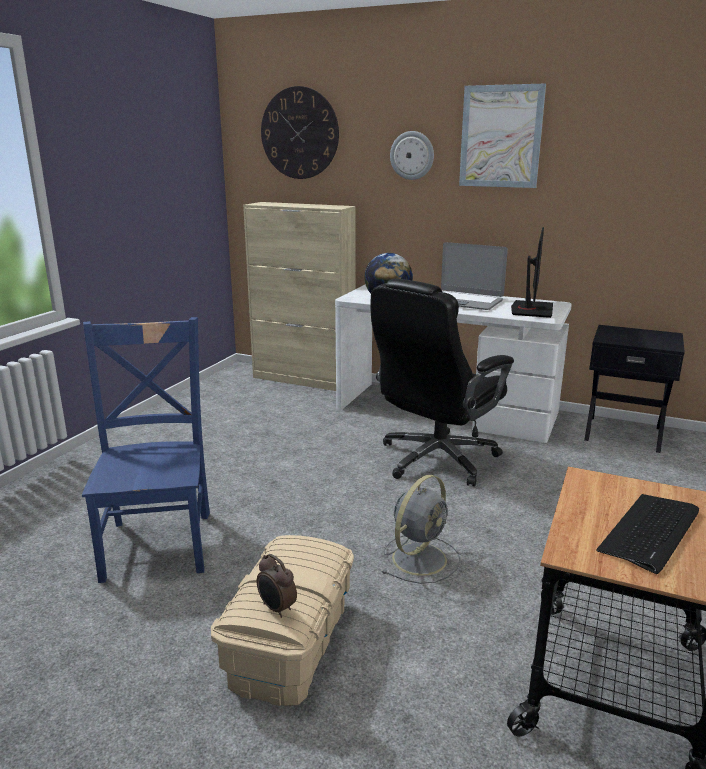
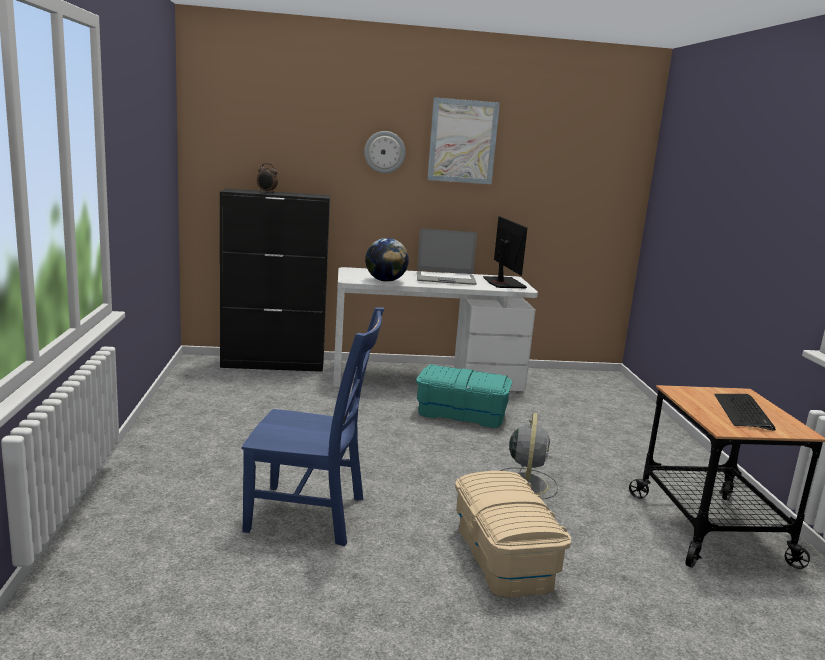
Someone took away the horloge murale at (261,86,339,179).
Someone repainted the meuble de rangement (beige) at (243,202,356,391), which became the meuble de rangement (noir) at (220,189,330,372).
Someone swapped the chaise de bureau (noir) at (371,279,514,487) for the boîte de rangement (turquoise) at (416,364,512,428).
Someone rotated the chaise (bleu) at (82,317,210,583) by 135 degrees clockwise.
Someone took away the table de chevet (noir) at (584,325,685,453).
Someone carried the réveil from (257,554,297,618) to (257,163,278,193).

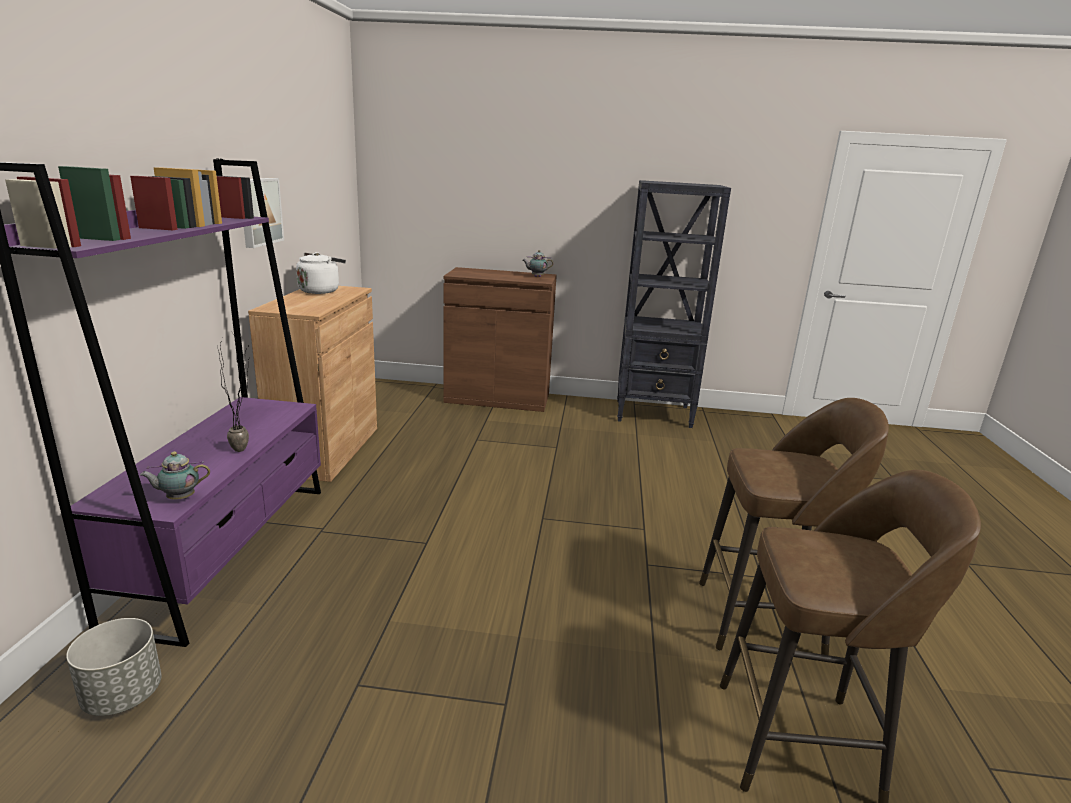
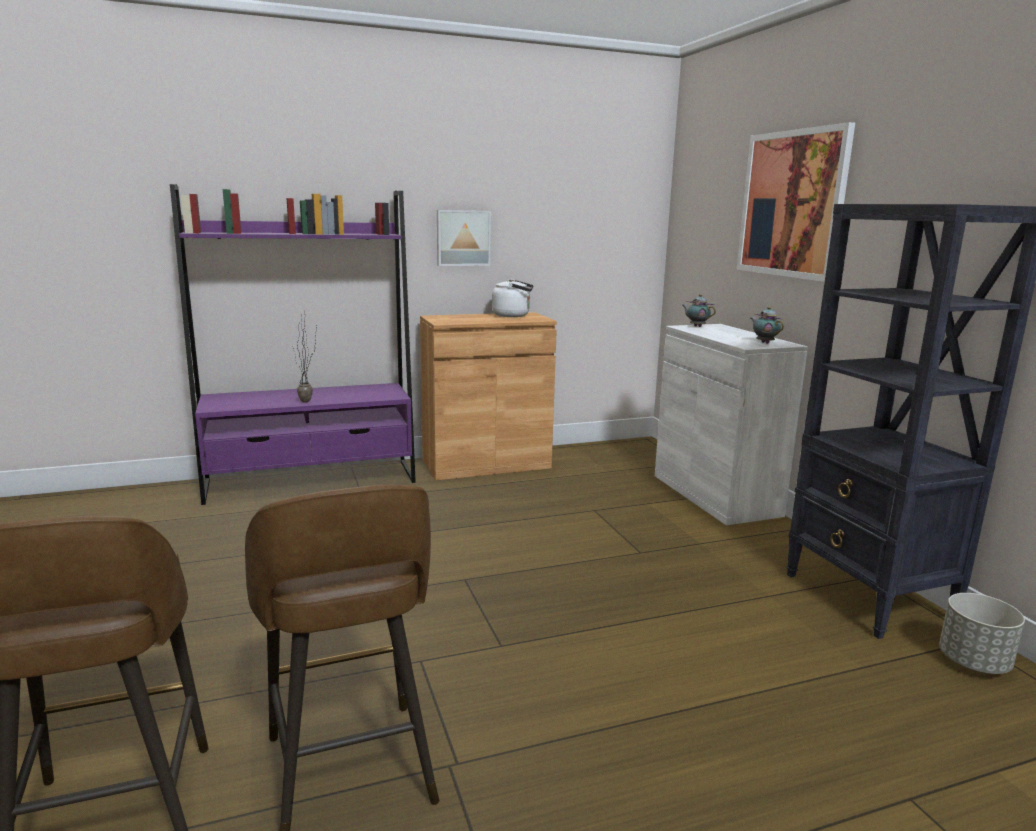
Someone repainted the meuble de rangement (marron) at (443,267,557,412), which became the meuble de rangement (blanc) at (655,324,808,526).
Someone carried the théière from (140,452,210,500) to (682,294,716,327).
Someone carried the cache-pot (gris) from (66,618,162,716) to (939,593,1025,674).
Someone put up the tableau at (737,122,855,282).

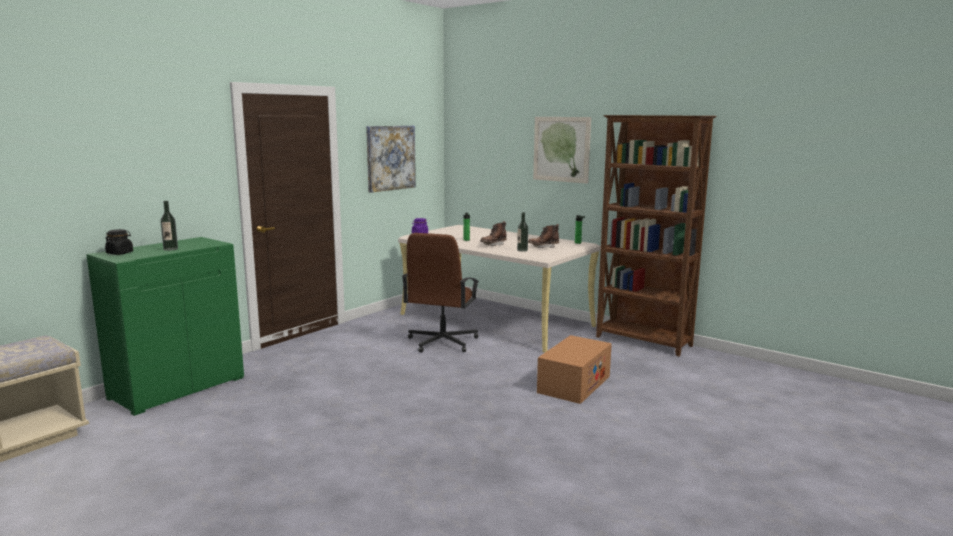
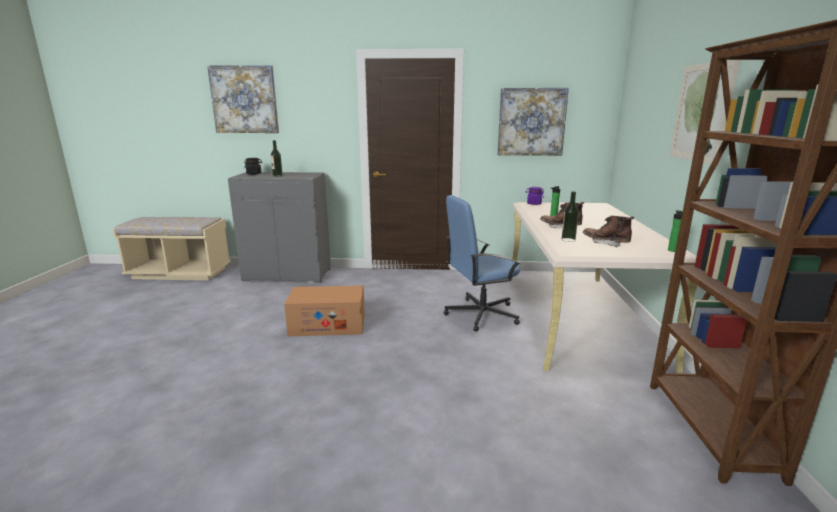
Someone repainted the chaise de bureau (marron) at (402,233,479,353), which became the chaise de bureau (bleu) at (444,195,520,332).
Someone repainted the meuble de rangement (vert) at (86,237,244,416), which became the meuble de rangement (gris) at (228,172,331,283).
Someone carried the carton from (537,335,612,404) to (284,285,365,336).
Someone put up the tableau at (207,65,279,133).

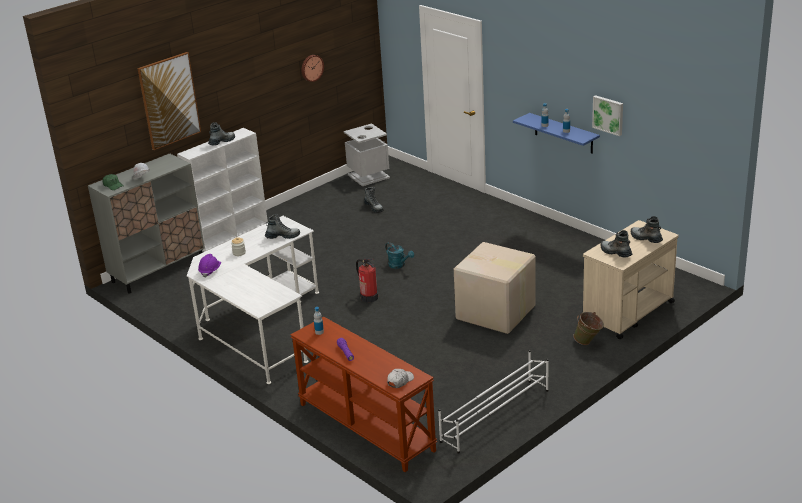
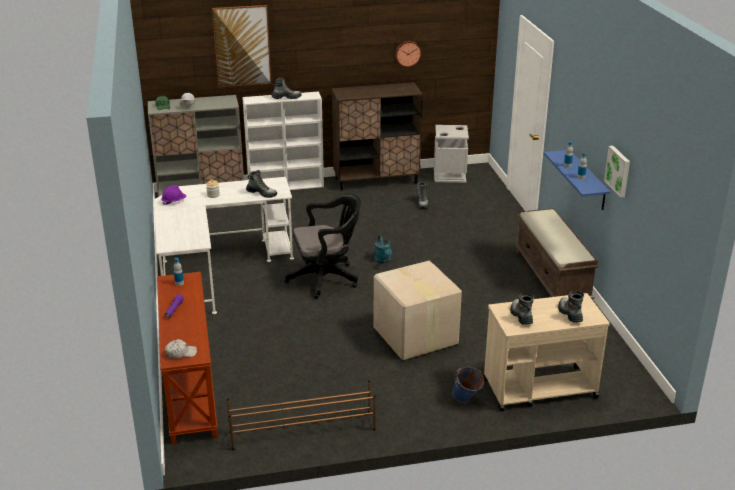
Someone swapped the extincteur at (356,258,378,303) for the chaise de bureau (noir) at (285,193,361,299).
Someone repainted the seau (vert) at (573,312,604,345), which became the seau (bleu) at (452,367,484,403).
Someone repainted the étagère à chaussures (blanc) at (438,350,549,454), which became the étagère à chaussures (marron) at (227,380,376,450).
Someone put down the meuble de rangement (marron) at (332,82,423,191).
Someone put down the banc (marron) at (515,208,599,299).

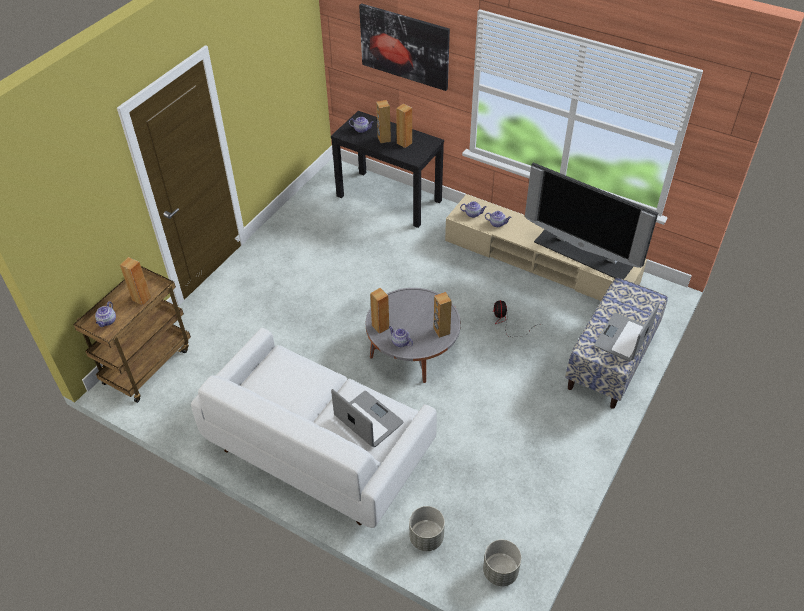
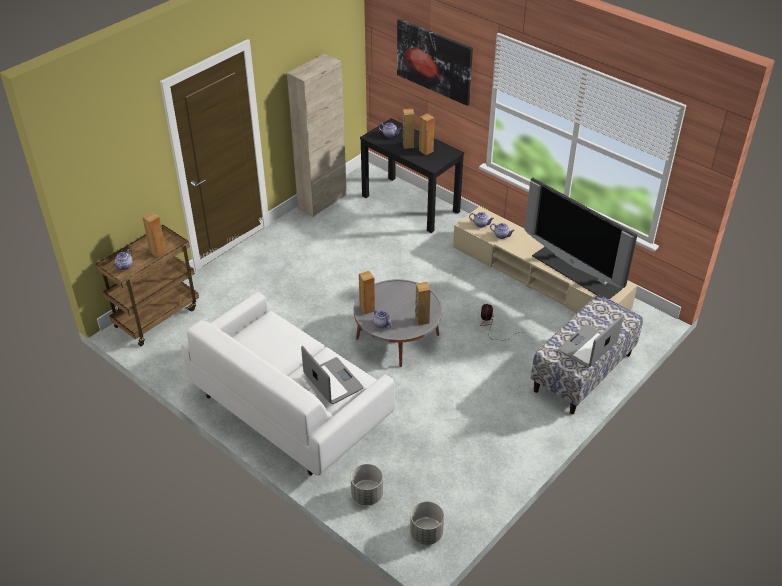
Someone put down the meuble de rangement (beige) at (287,53,347,217).

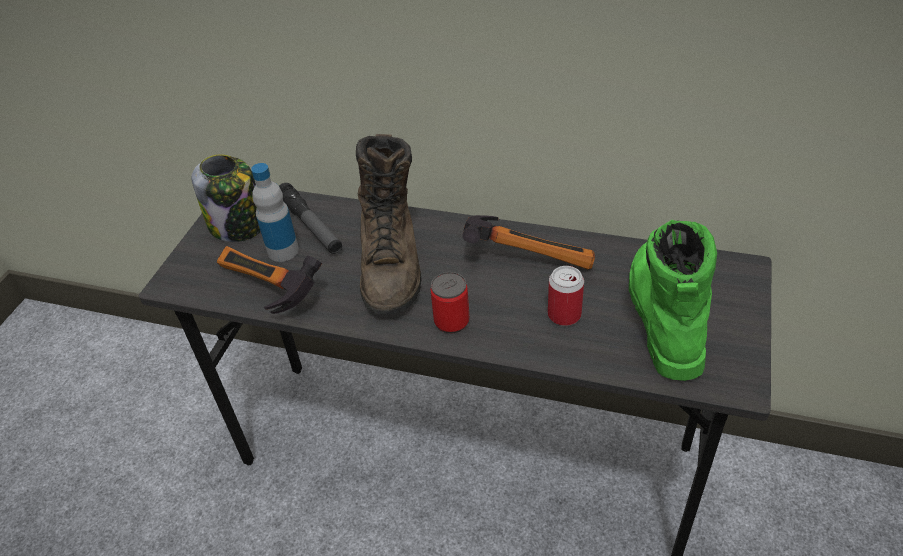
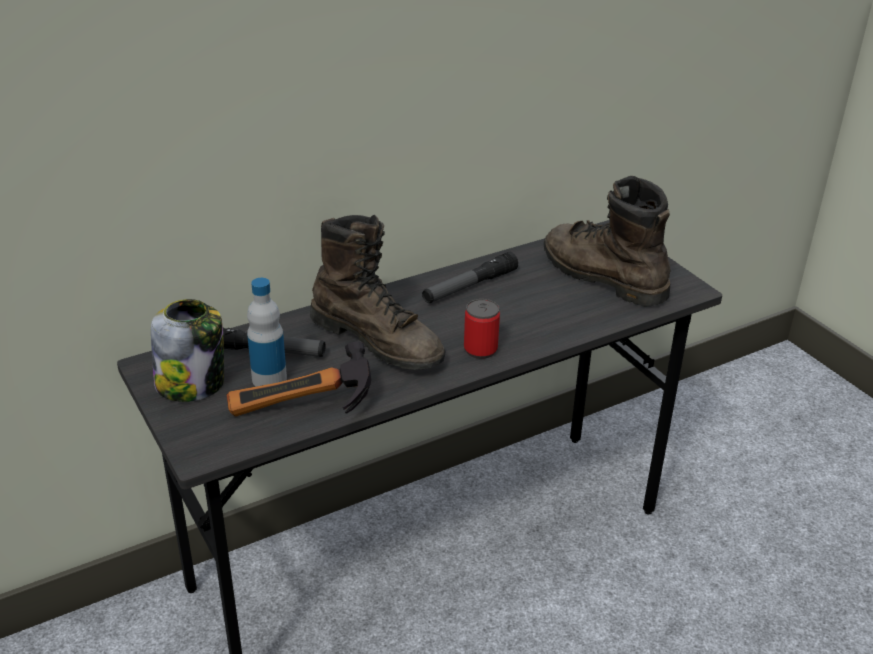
Someone swapped the marteau at (463,215,595,270) for the lampe de poche at (422,252,518,303).
Someone repainted the botte (vert) at (629,220,717,381), which became the botte (marron) at (544,176,671,307).
Someone took away the boîte métallique at (548,266,584,326).

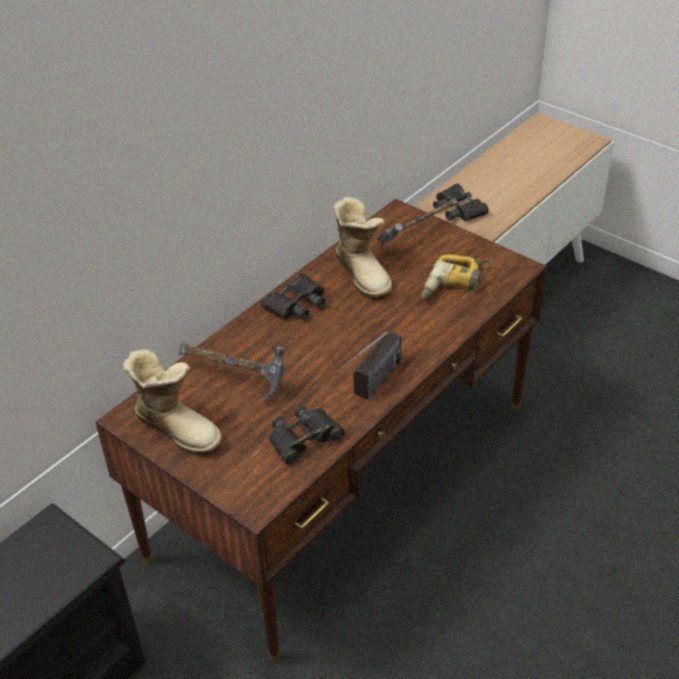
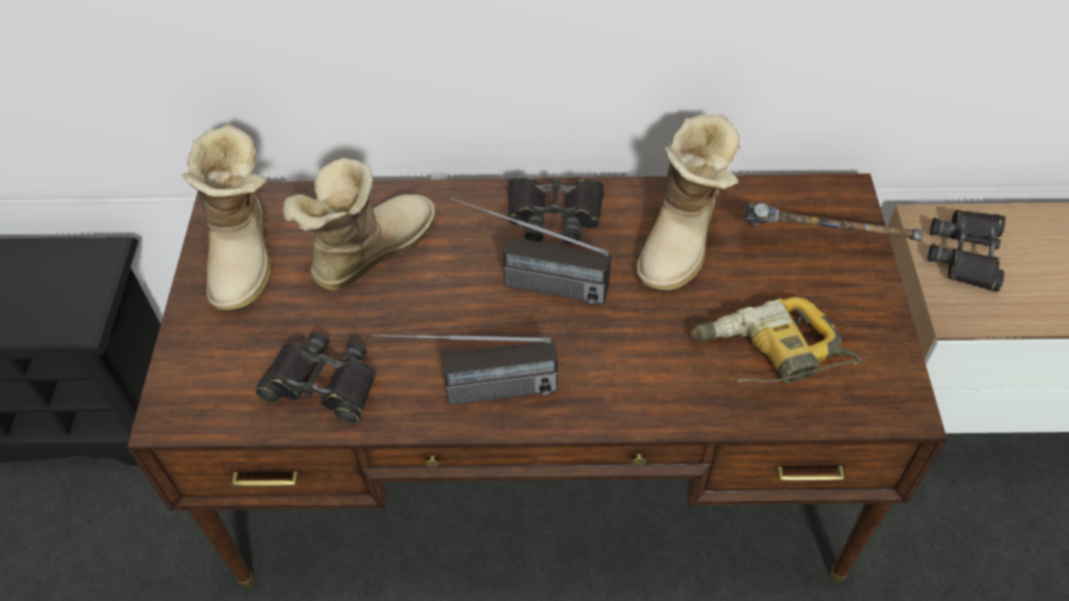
Someone swapped the marteau at (179,342,285,401) for the botte at (283,158,436,290).
Someone put down the radio at (451,197,611,305).

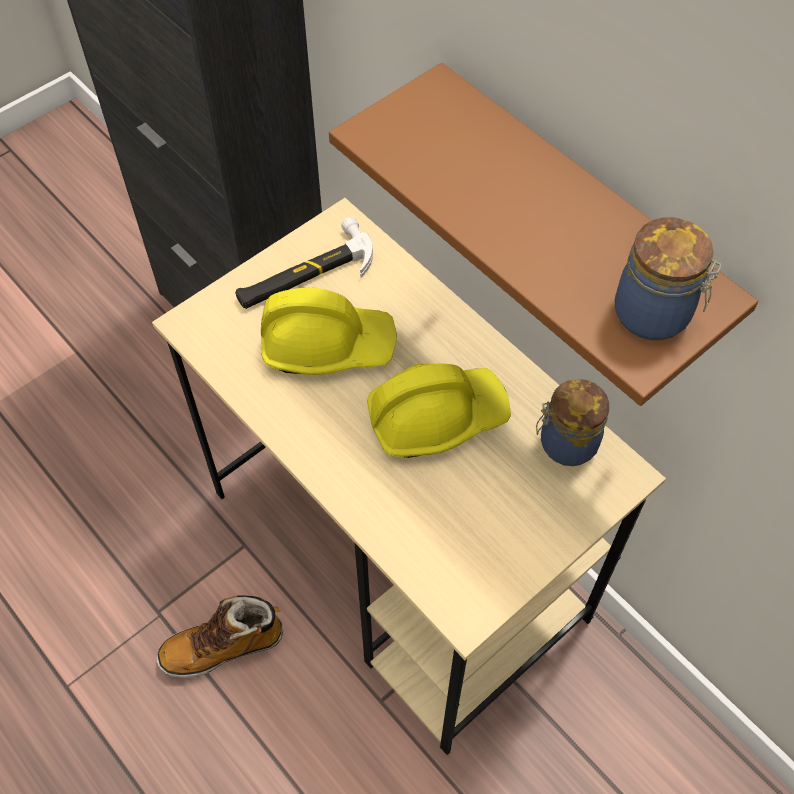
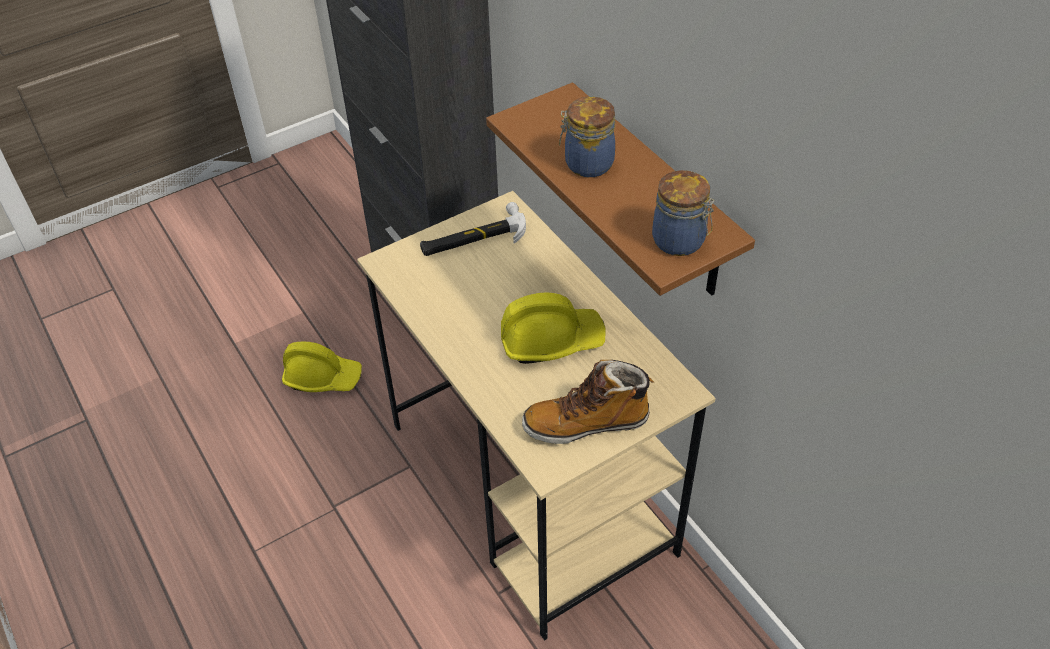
Someone carried the casque de chantier (jaune) from (261,287,397,375) to (282,342,362,392).
Someone carried the bocal from (536,379,609,466) to (559,97,615,177).
Someone carried the botte from (157,595,283,678) to (522,360,655,444).

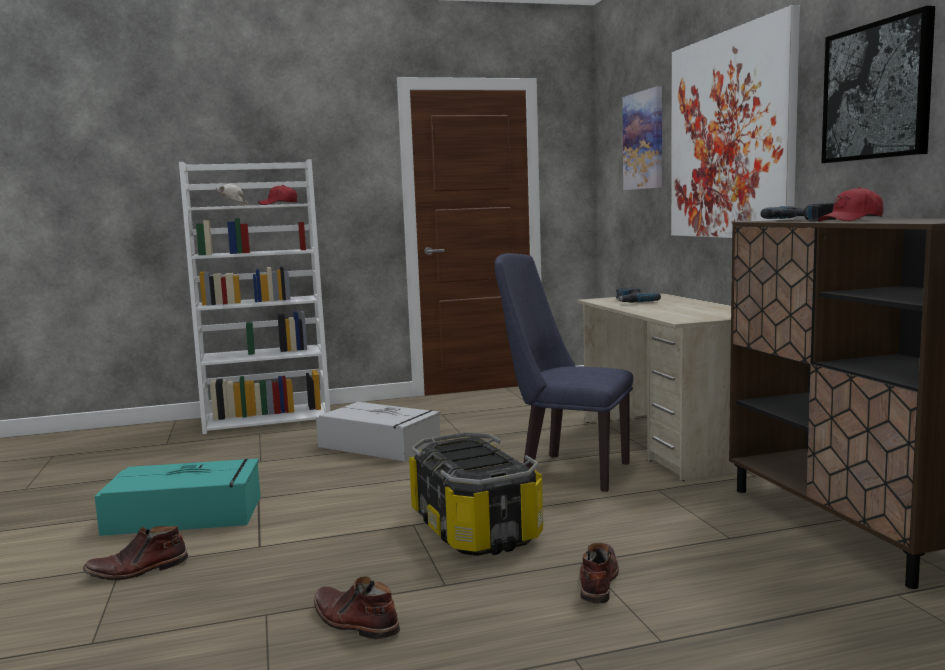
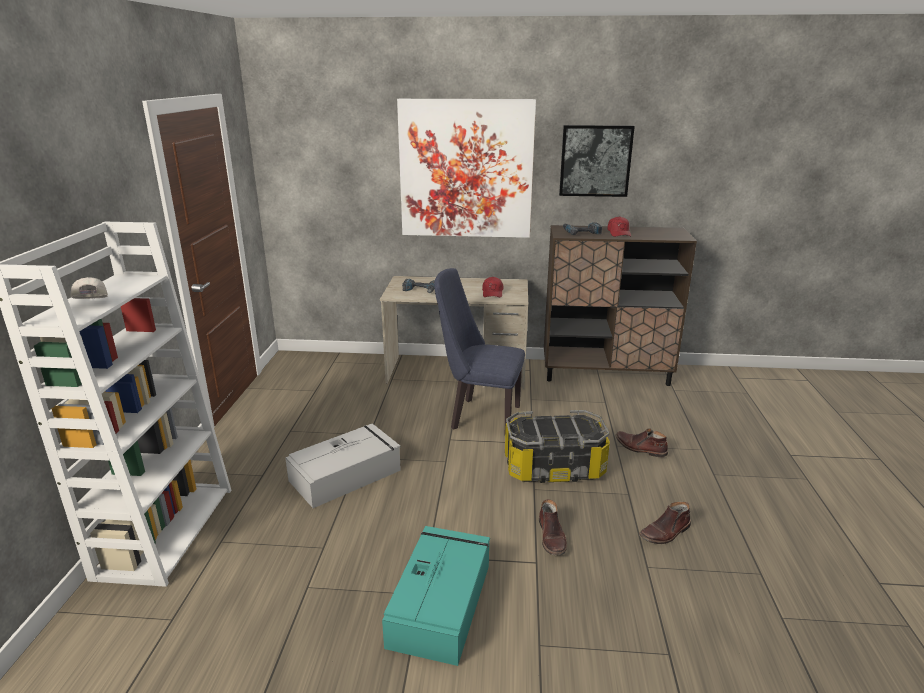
Someone took away the tableau at (623,86,662,190).
Someone carried the casquette (rouge) from (258,185,298,205) to (482,277,503,297).
Someone rotated the chaise (bleu) at (495,253,633,492) by 60 degrees clockwise.
Someone carried the botte (marron) from (83,526,188,580) to (539,499,567,555).

